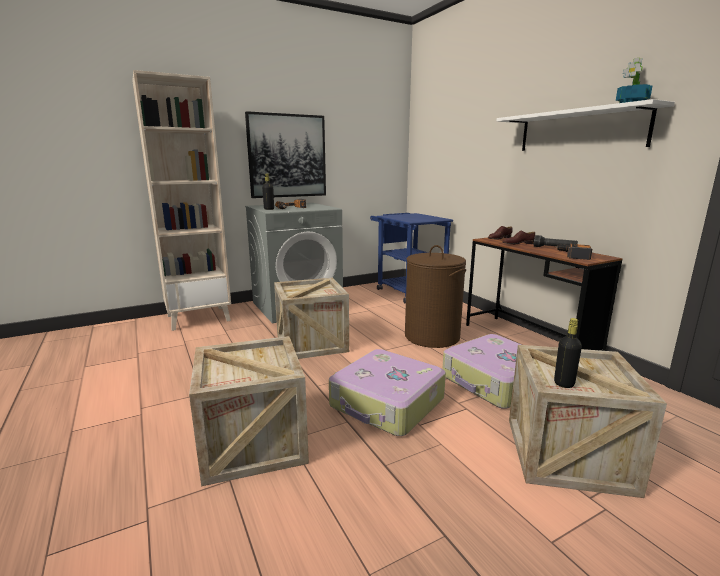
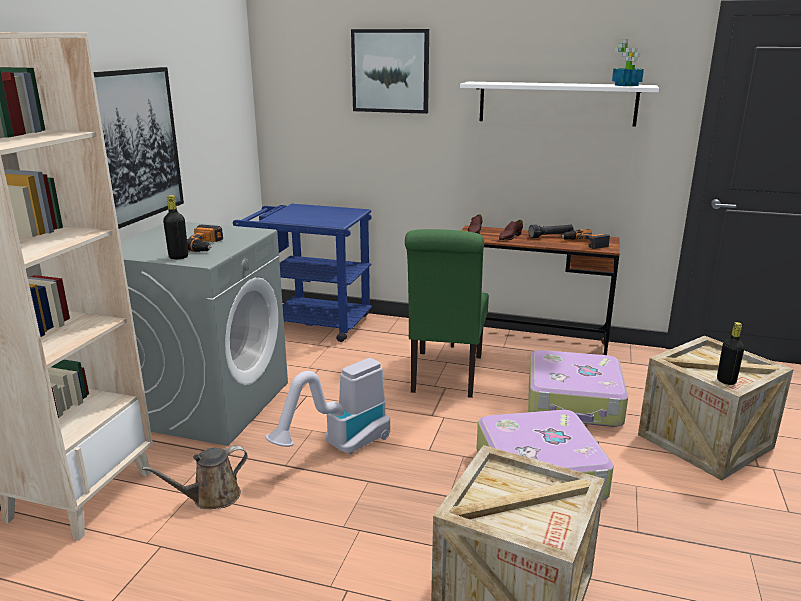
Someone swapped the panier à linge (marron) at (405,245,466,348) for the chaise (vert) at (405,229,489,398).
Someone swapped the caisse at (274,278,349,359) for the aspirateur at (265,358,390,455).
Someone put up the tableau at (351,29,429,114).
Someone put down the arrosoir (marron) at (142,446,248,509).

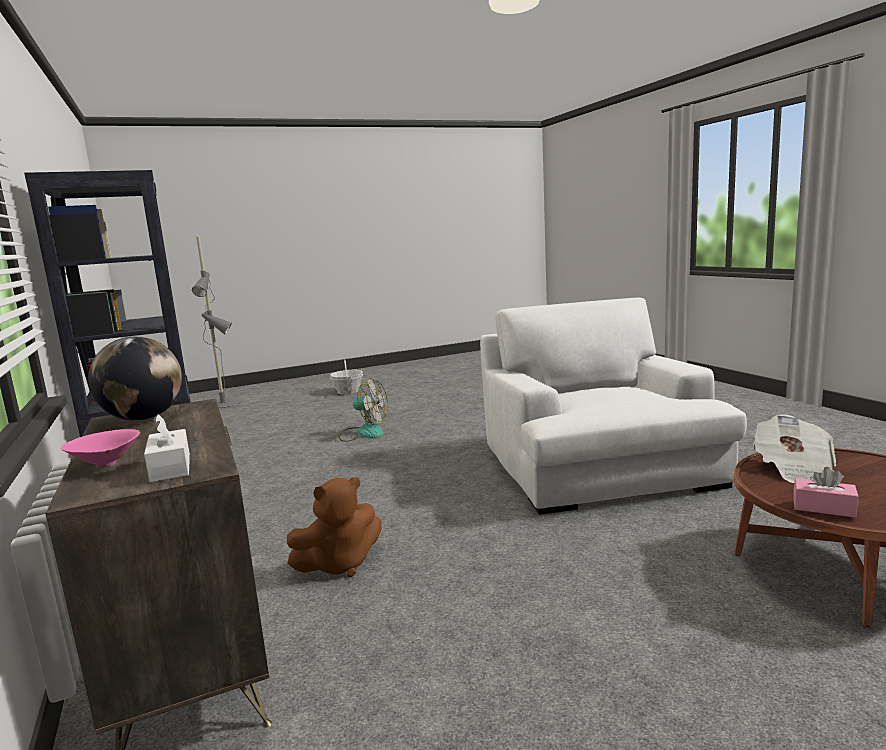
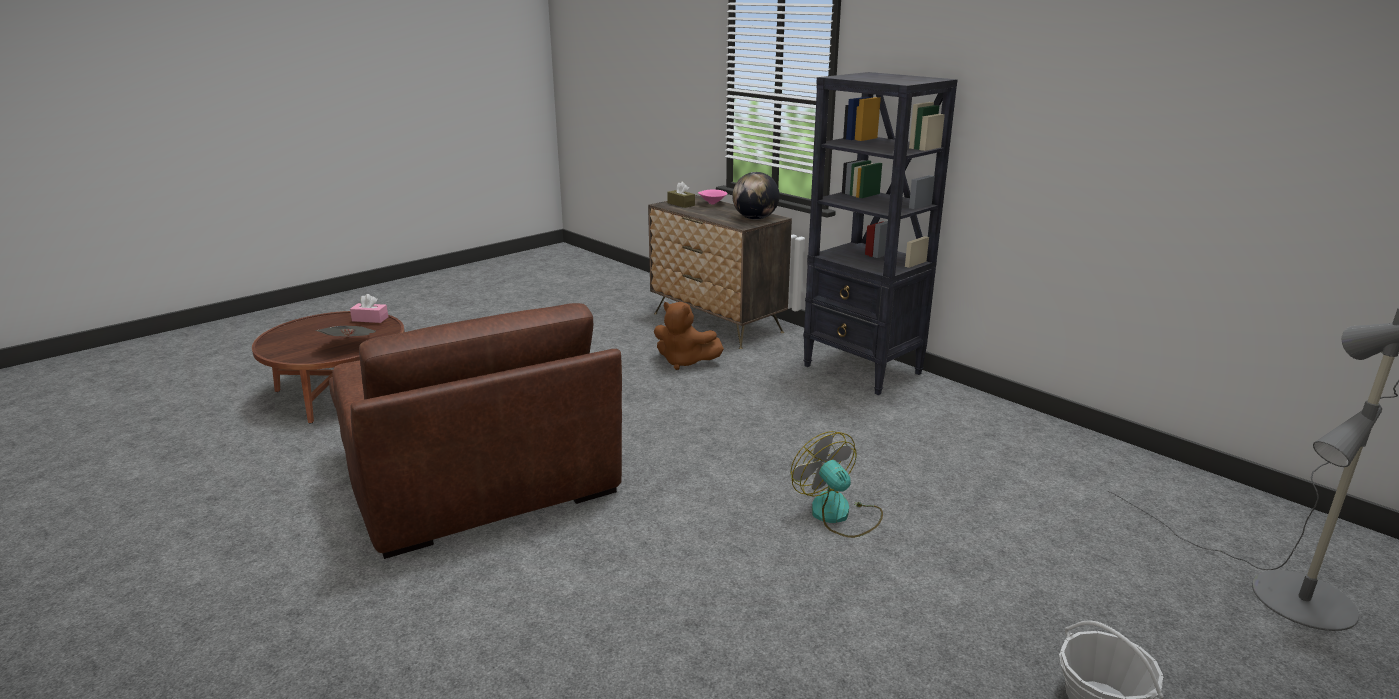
Someone repainted the fauteuil (blanc) at (480,298,747,515), which became the fauteuil (marron) at (329,303,622,559).
Someone rotated the ventilateur at (338,378,388,442) by 60 degrees clockwise.
Someone repainted the boîte à mouchoirs (blanc) at (144,414,190,483), which became the boîte à mouchoirs (marron) at (667,182,695,208).
Someone rotated the peluche (marron) at (287,477,382,577) by 105 degrees counterclockwise.

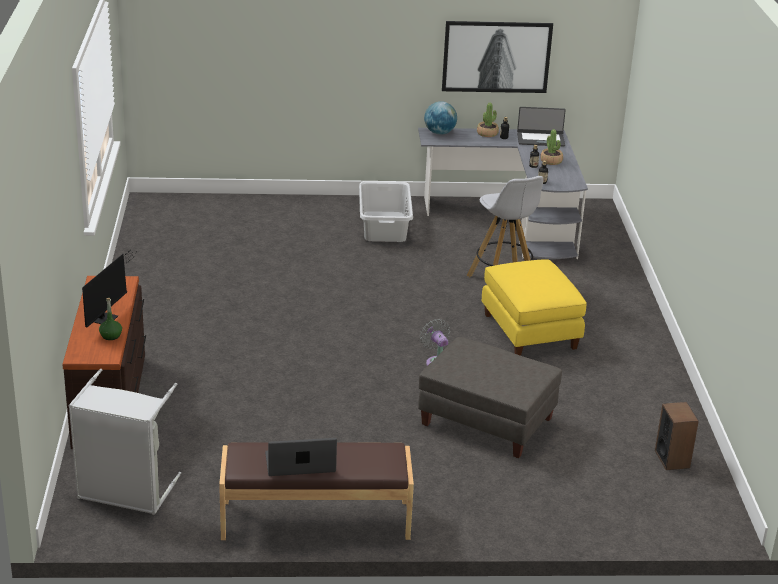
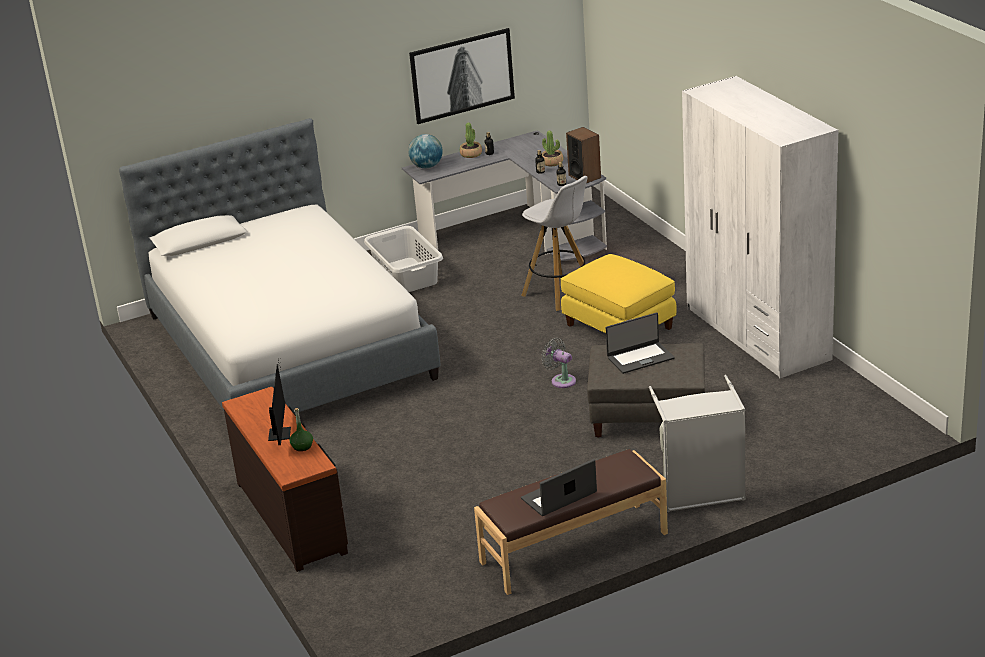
Someone carried the ordinateur portable from (517,107,566,146) to (606,312,675,374).
Someone carried the panier à linge (gris) from (69,369,181,515) to (649,375,746,512).
Someone carried the enceinte from (655,402,699,470) to (566,127,601,183).
Someone put down the armoire (blanc) at (682,76,838,378).
Someone put down the lit at (119,118,441,413).

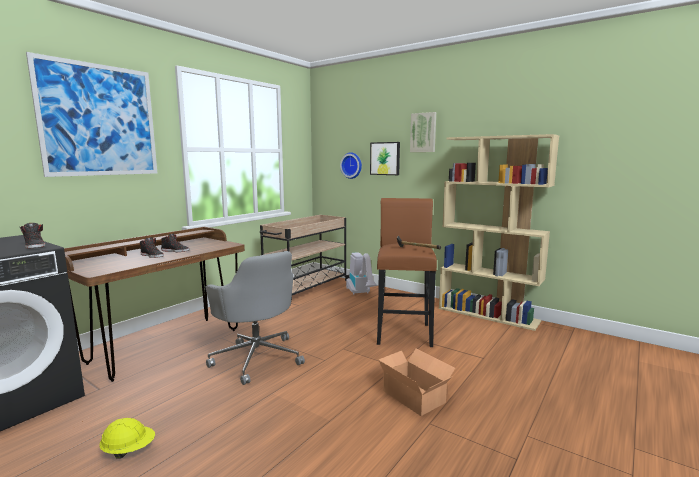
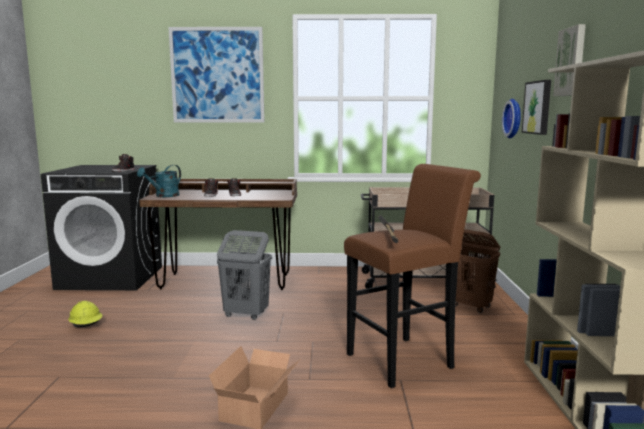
Someone swapped the chaise de bureau (gris) at (206,251,305,385) for the panier à linge (gris) at (217,230,272,320).
Someone swapped the aspirateur at (346,252,377,295) for the panier à linge (marron) at (455,229,500,313).
Someone put down the arrosoir (turquoise) at (137,165,181,197).

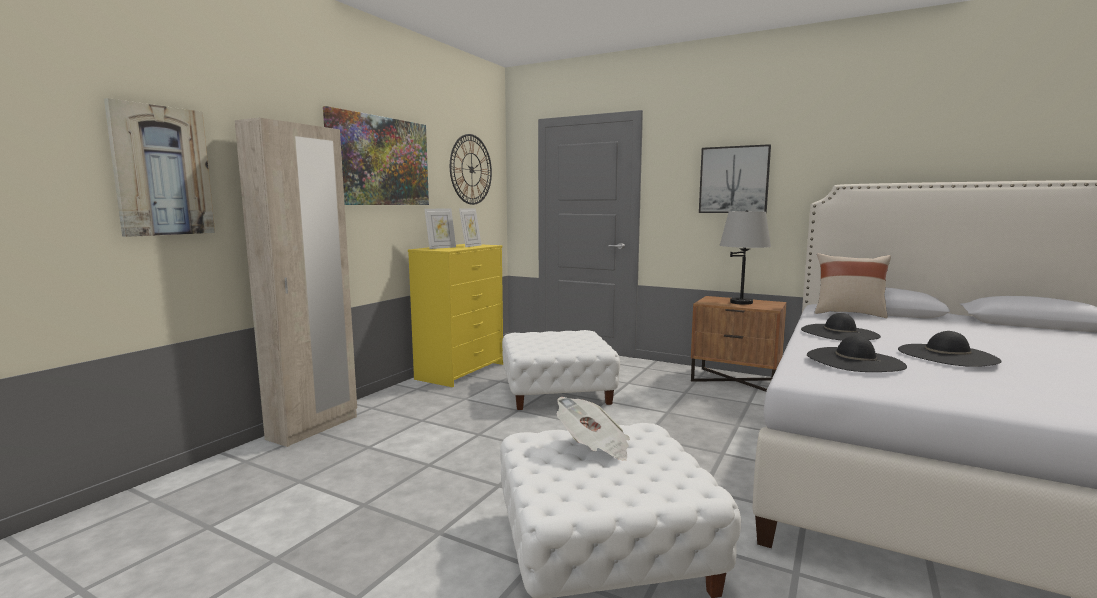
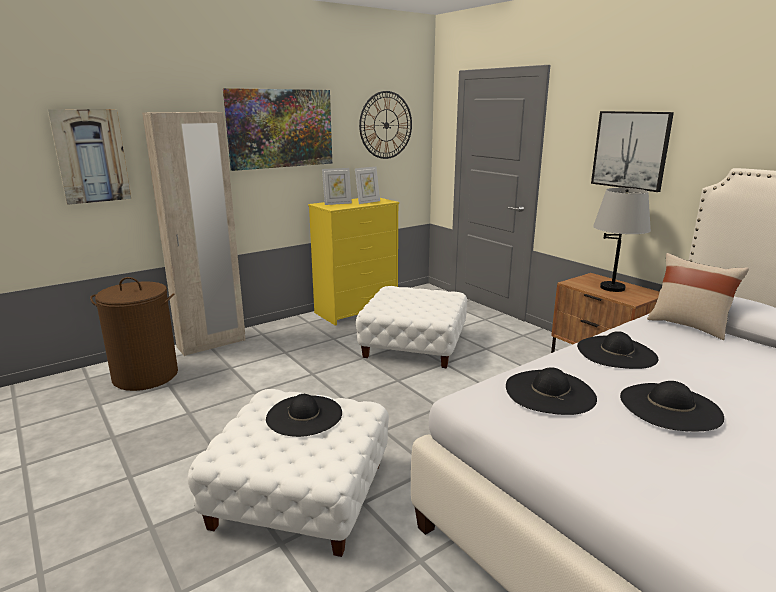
Someone swapped the journal at (556,397,630,461) for the chapeau (noir) at (266,394,342,437).
Someone put down the panier à linge (marron) at (90,277,178,391).

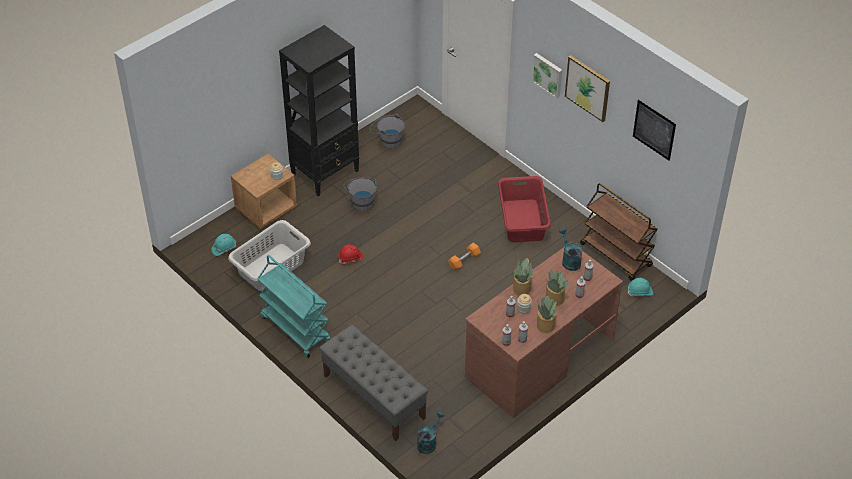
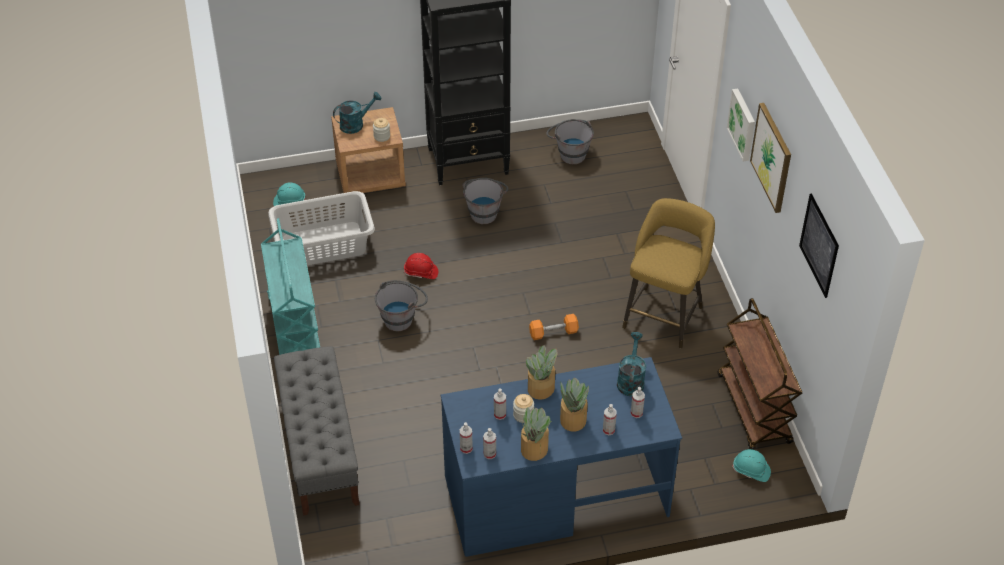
Someone swapped the panier à linge (rouge) at (498,176,551,242) for the tabouret (jaune) at (622,198,715,349).
Someone repainted the bureau (marron) at (465,242,623,418), which became the bureau (bleu) at (441,357,682,557).
Someone carried the arrosoir (turquoise) from (417,411,445,454) to (333,92,382,134).
Someone put down the seau (gris) at (375,280,428,331).

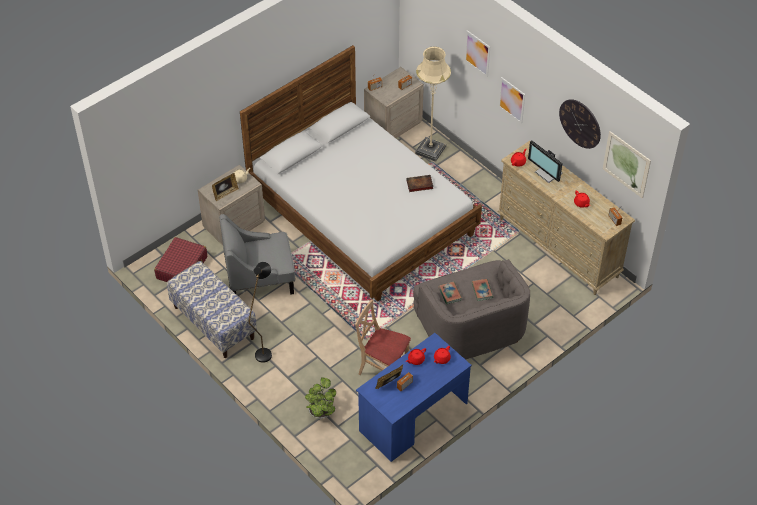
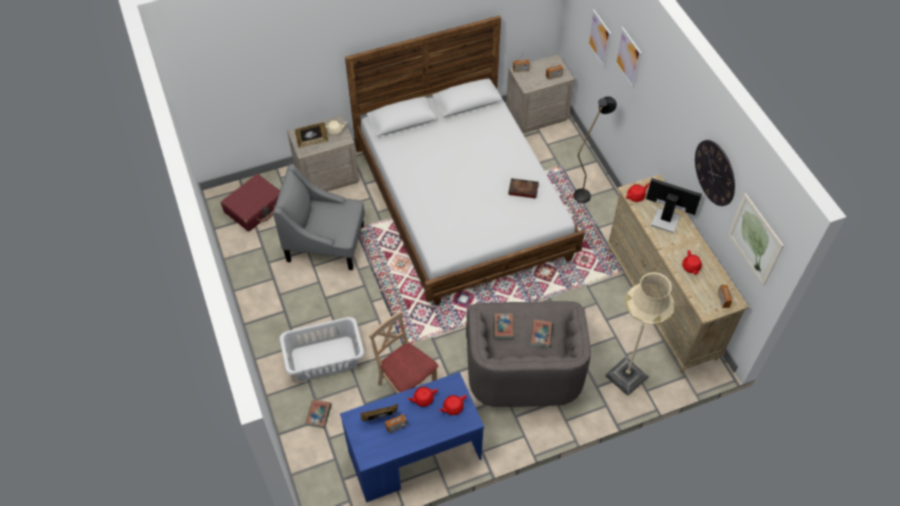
Someone carried the lampadaire (beige) from (415,46,451,162) to (605,272,675,396).
Someone carried the tableau from (498,77,525,124) to (588,9,611,68).
Someone rotated the écran d'ordinateur at (528,140,563,183) by 135 degrees clockwise.
Someone took away the banc at (167,261,257,358).
Someone carried the lampadaire (noir) from (249,262,272,363) to (574,96,617,203).
Someone swapped the plante en pot at (305,377,336,419) for the livre at (305,399,332,428).
Someone put down the panier à linge (gris) at (280,317,364,381).

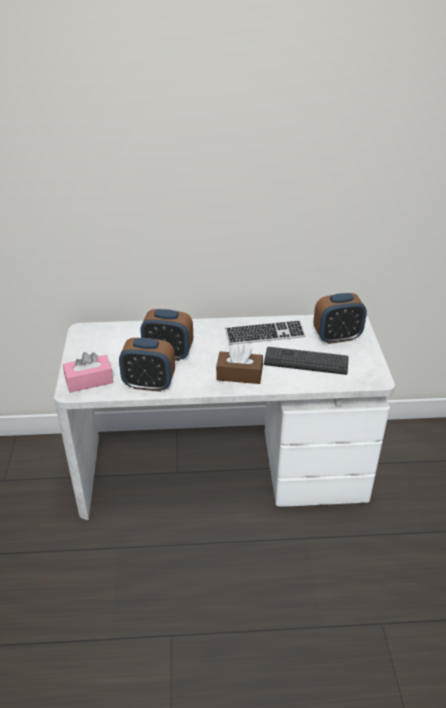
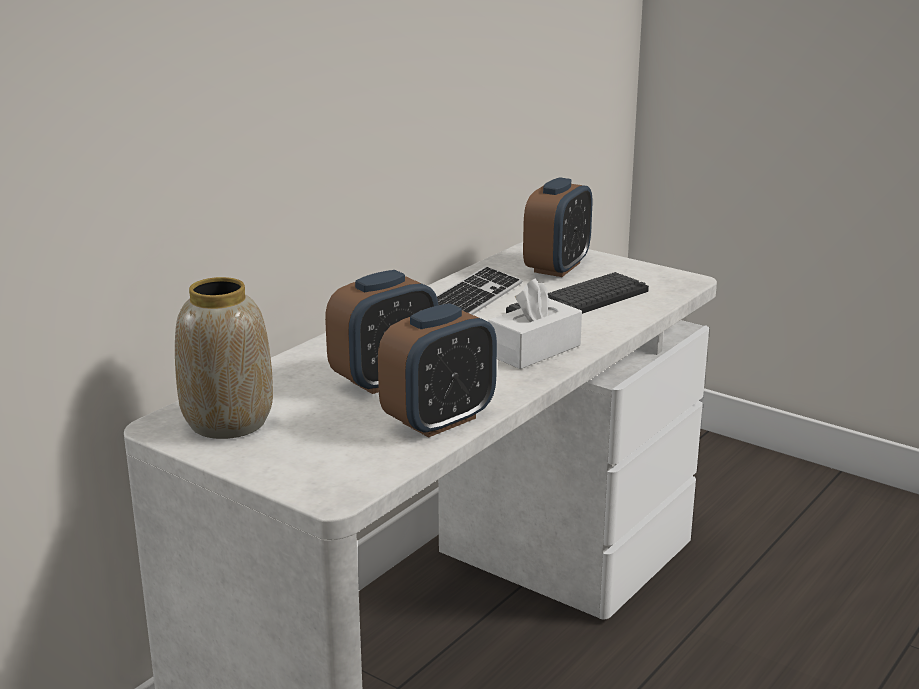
Someone repainted the boîte à mouchoirs (marron) at (216,344,263,384), which became the boîte à mouchoirs (blanc) at (488,278,582,369).
Someone took away the boîte à mouchoirs (rose) at (63,352,113,393).
Someone put down the vase at (175,277,273,439).

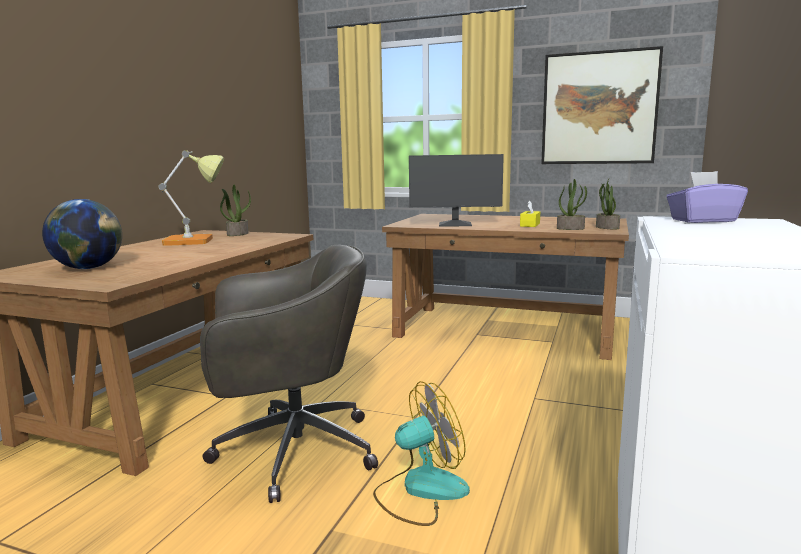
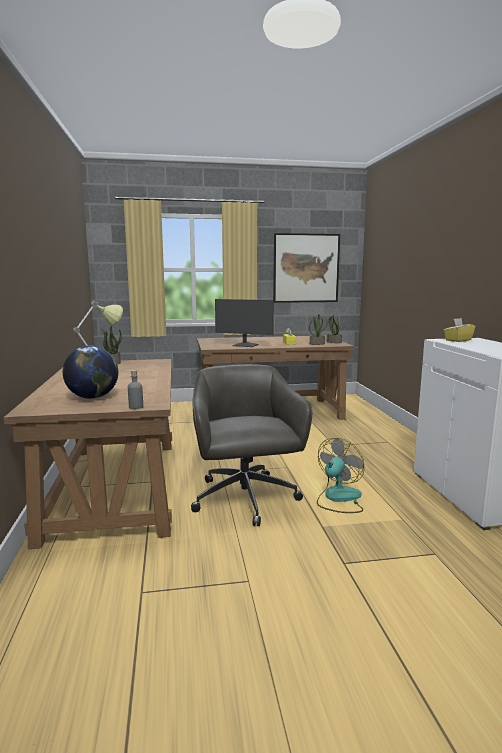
Someone rotated the écran d'ordinateur at (409,154,504,226) by 45 degrees clockwise.
Someone repainted the boîte à mouchoirs (violet) at (667,171,748,223), which became the boîte à mouchoirs (jaune) at (444,318,475,342).
Someone rotated the chaise de bureau (gris) at (200,245,378,503) by 60 degrees counterclockwise.
Someone put down the bouteille (gris) at (128,370,143,409).

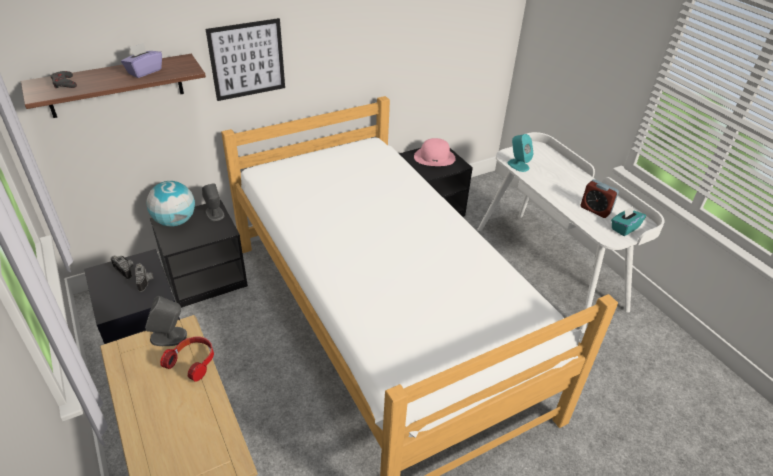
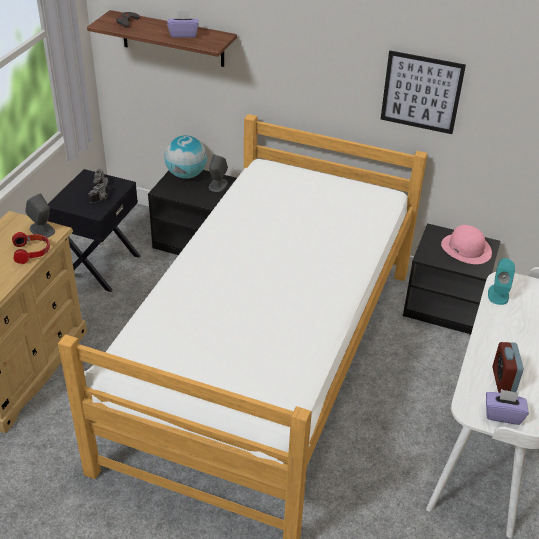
Someone carried the tableau from (206,18,285,101) to (381,51,466,134).
Someone repainted the boîte à mouchoirs (turquoise) at (611,206,646,236), which became the boîte à mouchoirs (violet) at (486,389,529,425).

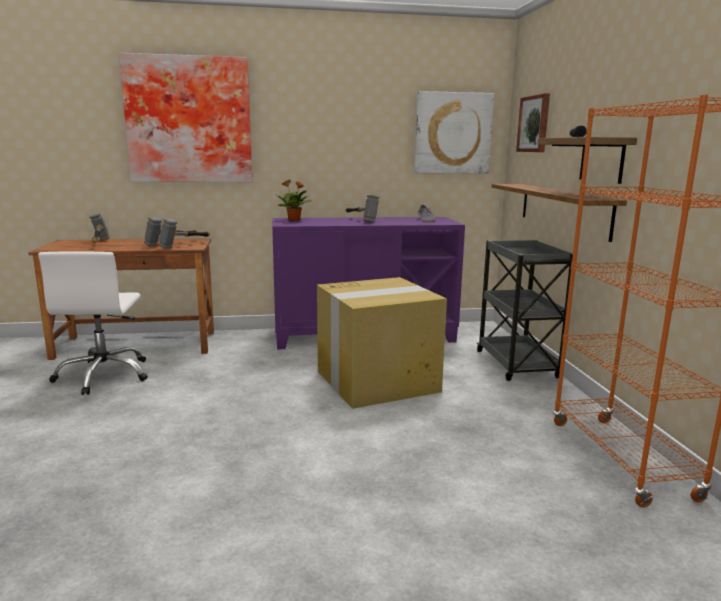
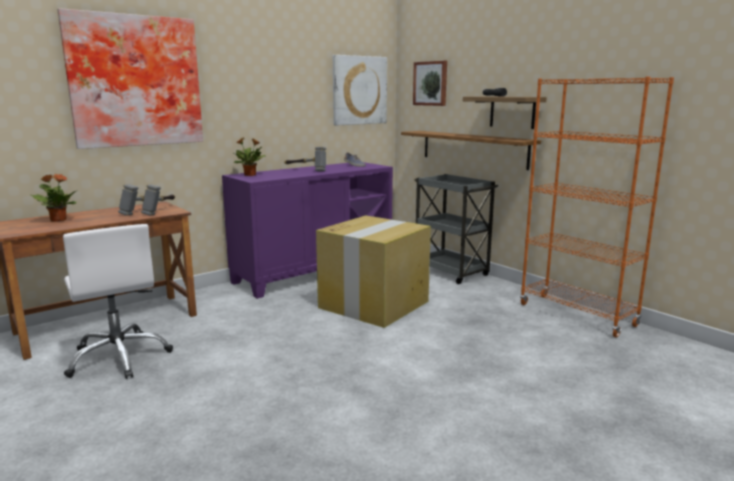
Someone swapped the marteau at (90,212,110,243) for the plante en pot at (30,174,76,222).

